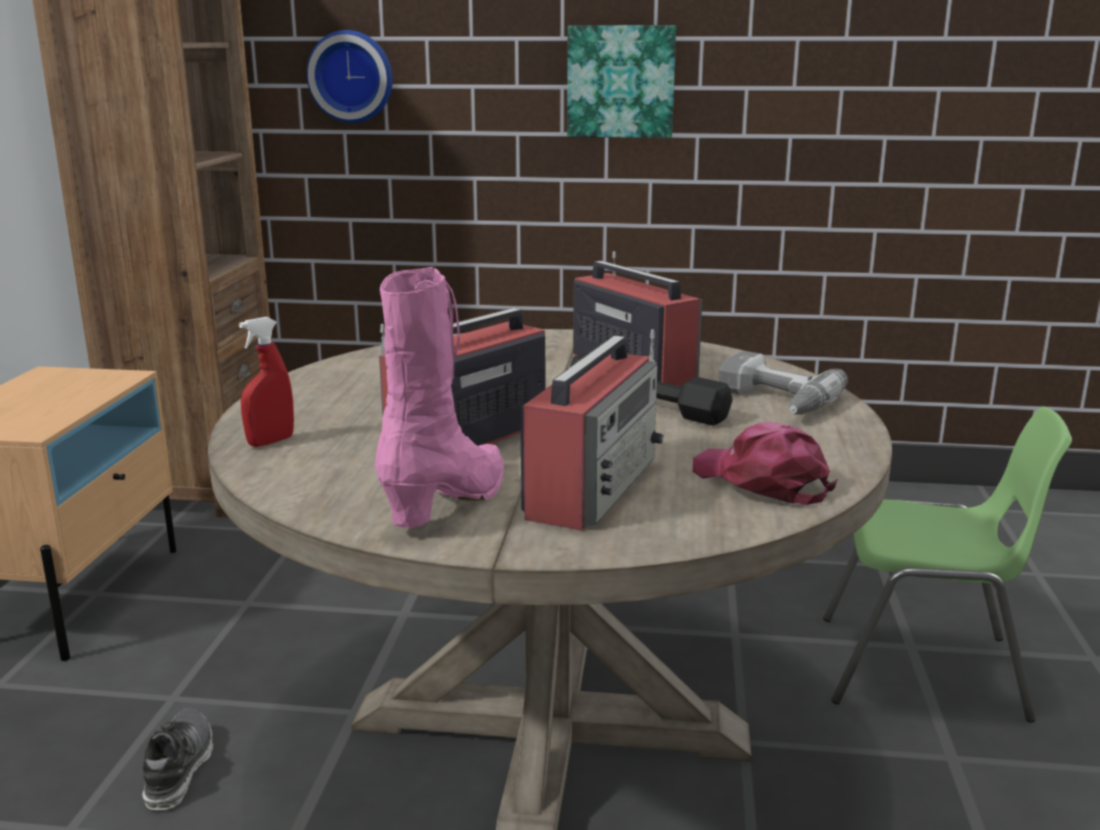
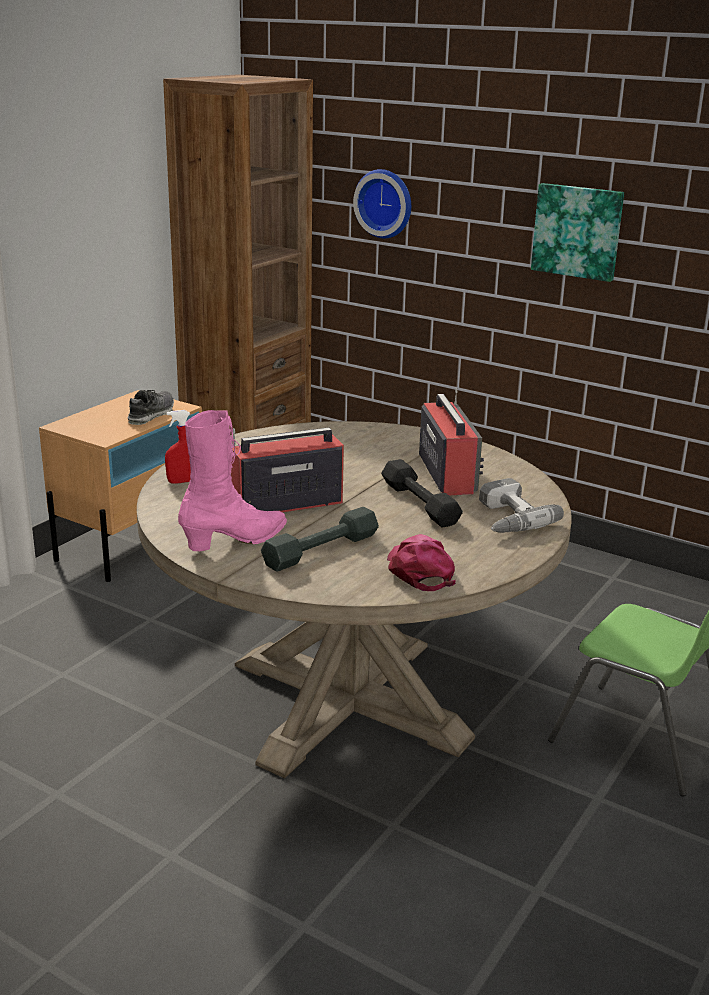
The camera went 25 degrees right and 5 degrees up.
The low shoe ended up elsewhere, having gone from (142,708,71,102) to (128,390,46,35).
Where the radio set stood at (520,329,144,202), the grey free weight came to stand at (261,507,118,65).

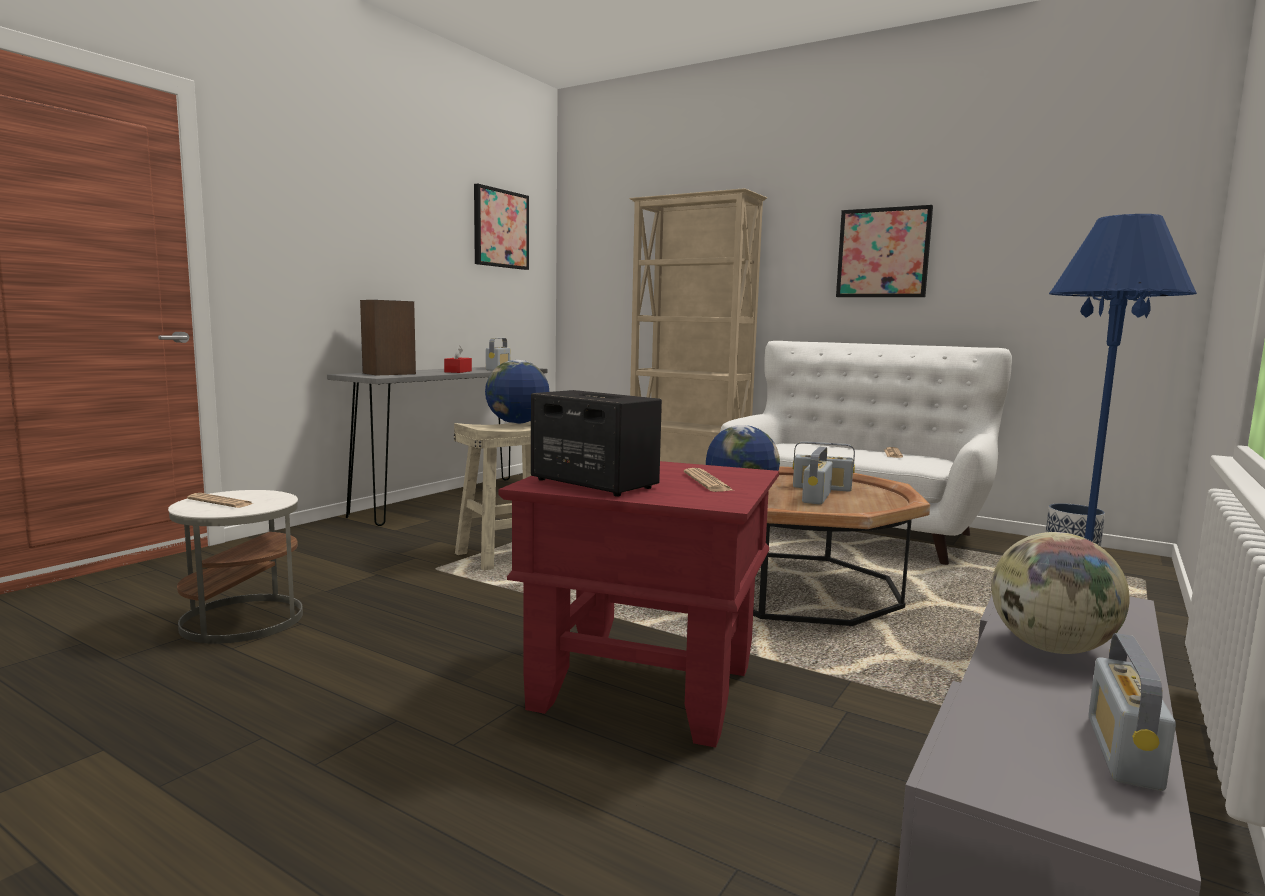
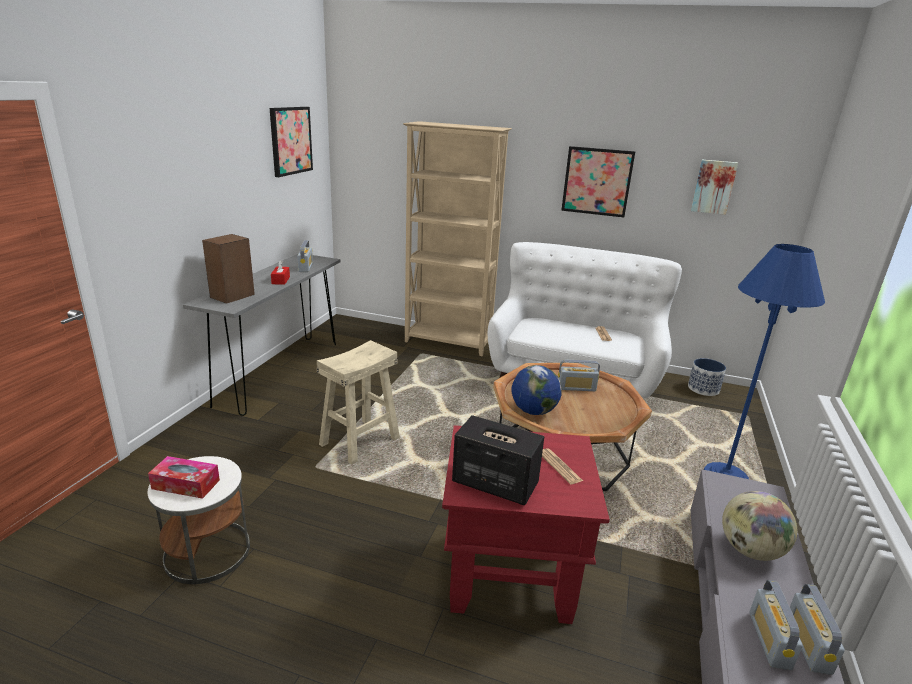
The camera went 15 degrees left and 15 degrees up.
Where the newspaper stood at (187,493,66,15), the box of tissues came to stand at (148,456,72,43).
The second view lost the world globe at (485,360,65,64).
The radio set ended up elsewhere, having gone from (802,447,31,58) to (749,580,54,90).
The second view gained the picture at (691,160,47,55).

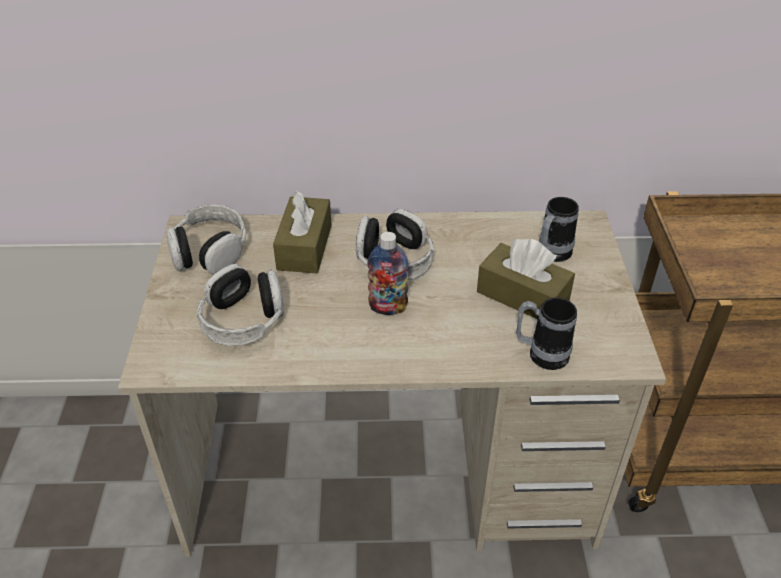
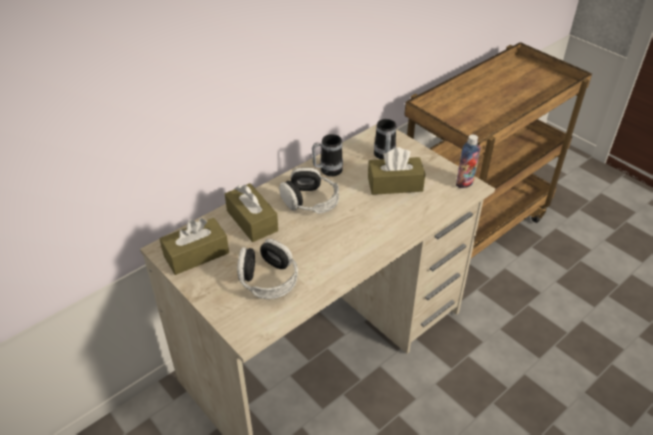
The camera went 40 degrees left and 0 degrees up.
Where the pair of headphones stood at (167,205,79,70), the brownish box of tissues came to stand at (160,218,69,57).
The beverage bottle ended up elsewhere, having gone from (367,232,42,83) to (456,134,25,54).
The tea mug ended up elsewhere, having gone from (516,297,61,73) to (312,134,31,42).

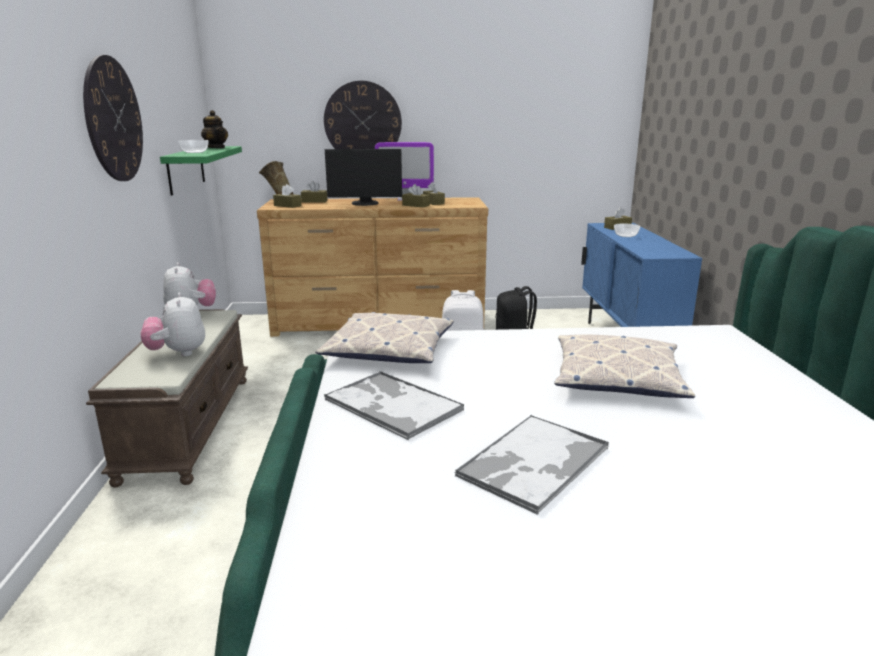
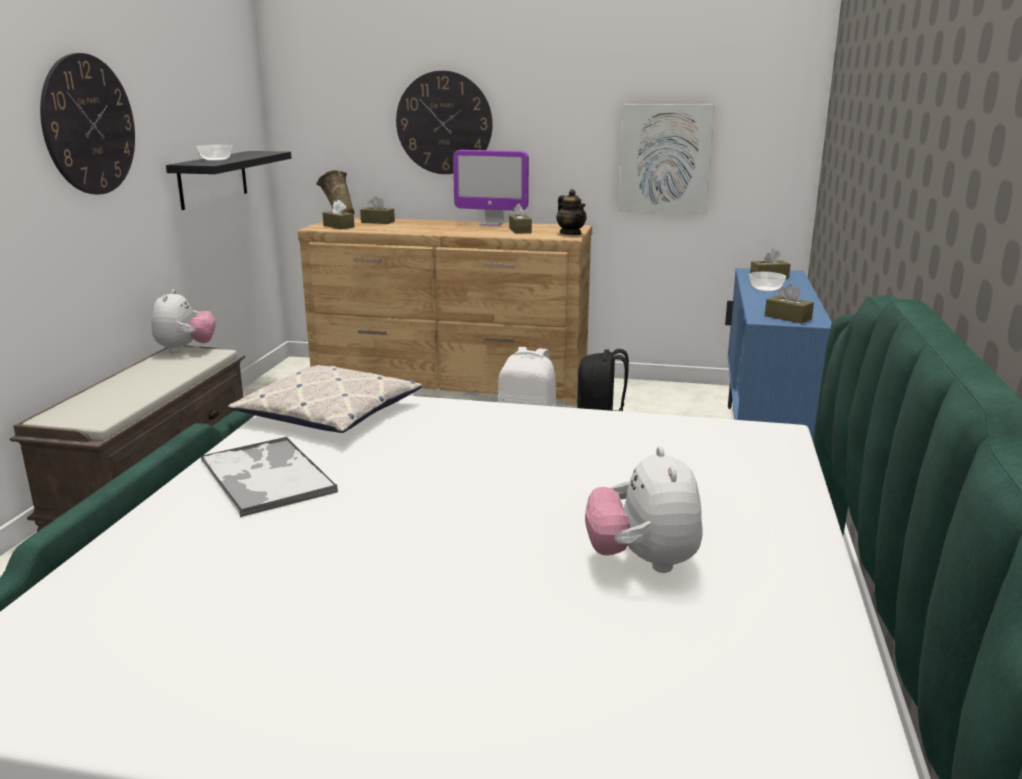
The camera went 15 degrees right and 0 degrees up.
The soft toy ended up elsewhere, having gone from (140,292,65,64) to (585,446,118,127).
What was the green-coloured bracket shelf at (160,146,82,49) turned into the black-coloured bracket shelf at (166,151,125,59).
The teapot ended up elsewhere, having gone from (201,110,27,38) to (556,189,31,46).
The second view lost the computer screen at (325,149,77,57).
The brownish box of tissues ended up elsewhere, having gone from (402,184,28,23) to (765,284,49,40).
The second view lost the serving tray at (454,415,155,100).
The second view lost the pillow at (554,335,141,63).
The second view gained the picture at (619,104,96,110).

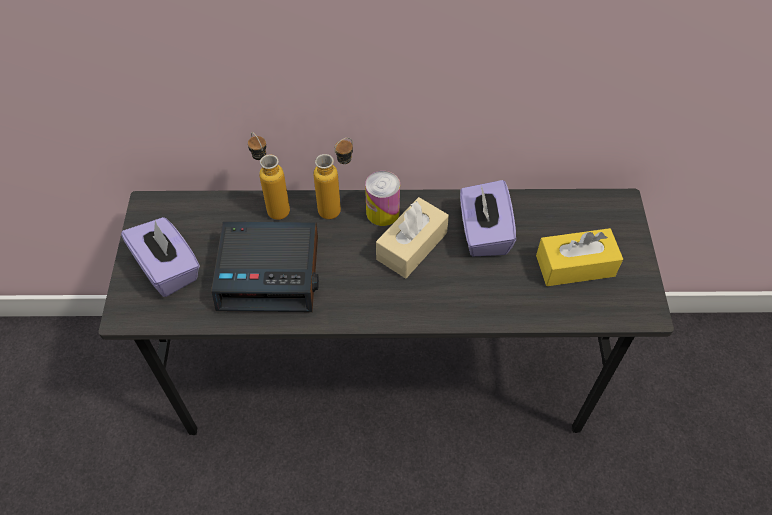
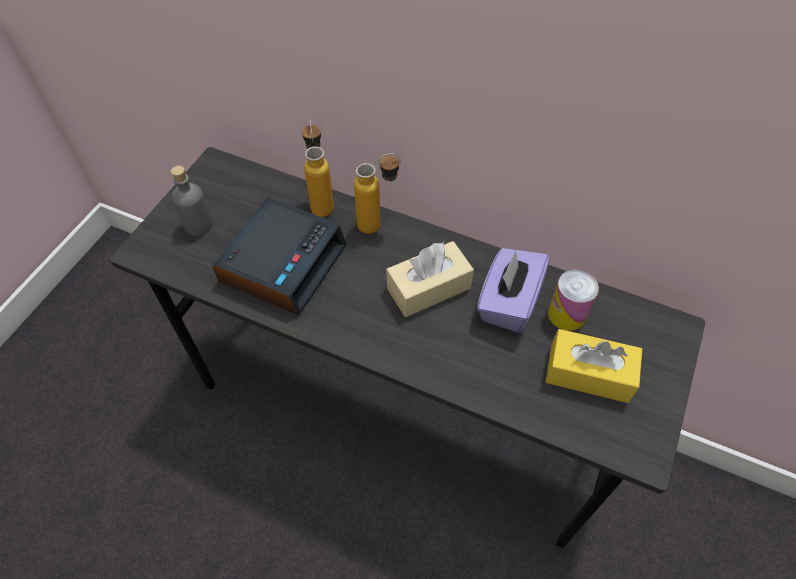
The camera went 25 degrees right and 0 degrees up.
Where the purple-coloured box of tissues stood at (121,217,79,80), the grey beverage bottle came to stand at (171,166,42,70).
The table clock at (211,222,108,90) ended up facing another way, 90 degrees counterclockwise from before.
The metal can ended up elsewhere, having gone from (365,171,35,55) to (548,269,51,62).

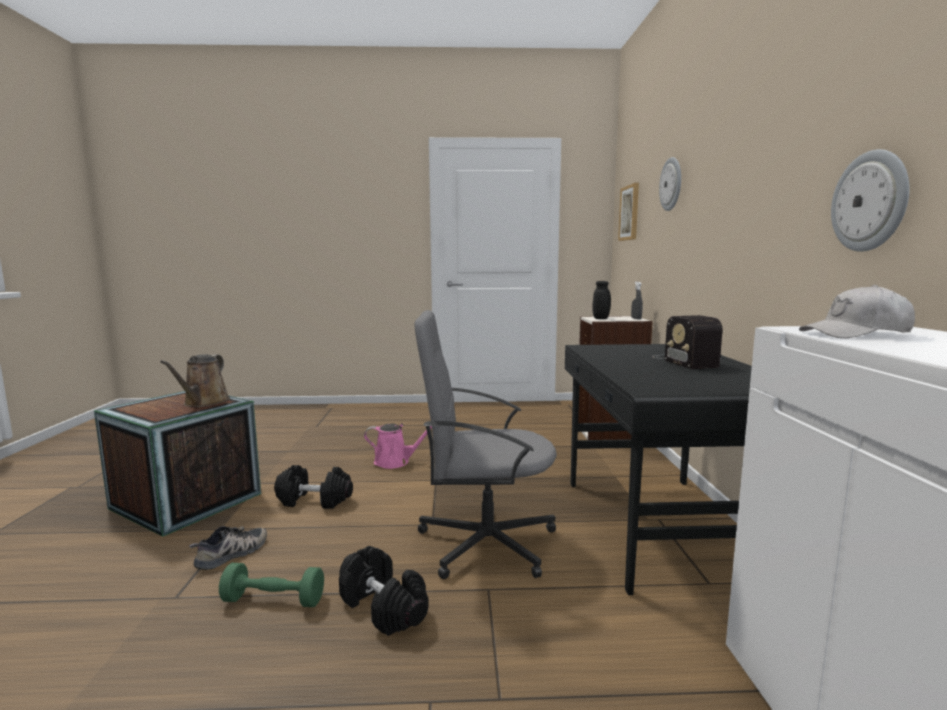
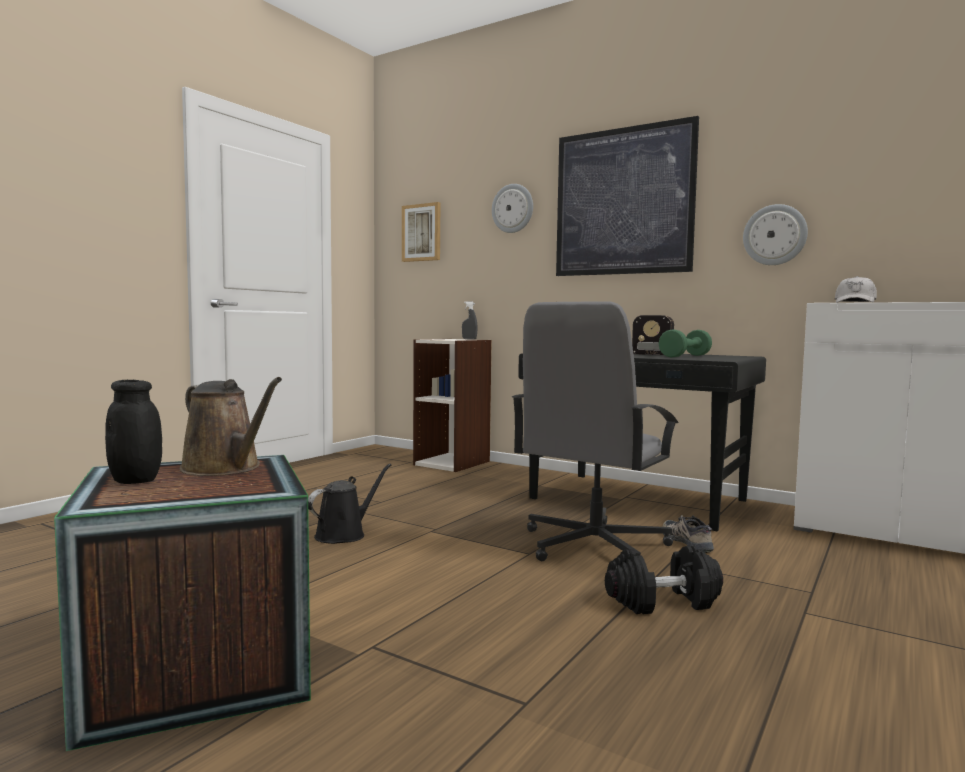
The camera went 55 degrees left and 5 degrees down.
The low shoe ended up elsewhere, having gone from (189,526,78,44) to (663,515,51,38).
The green-coloured free weight ended up elsewhere, having gone from (219,563,105,44) to (659,330,53,27).
The second view lost the black-coloured free weight at (274,465,79,44).
What was the pinkish sprinkling can at (364,423,68,46) turned into the black-coloured sprinkling can at (308,464,83,80).
The black-coloured storage jar ended up elsewhere, having gone from (593,281,18,38) to (105,380,57,104).
The second view gained the picture at (556,116,143,160).

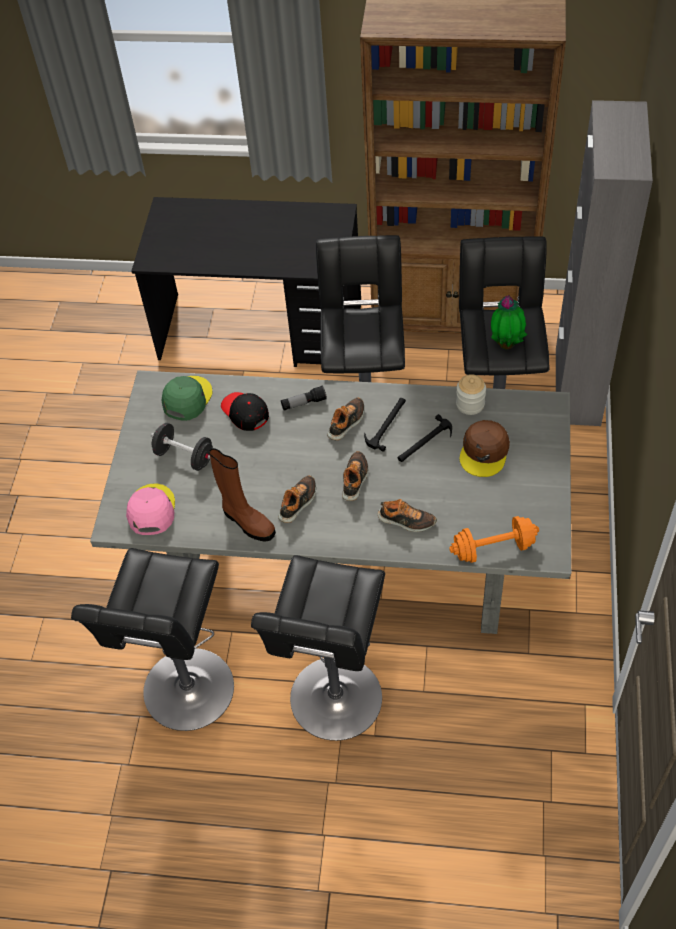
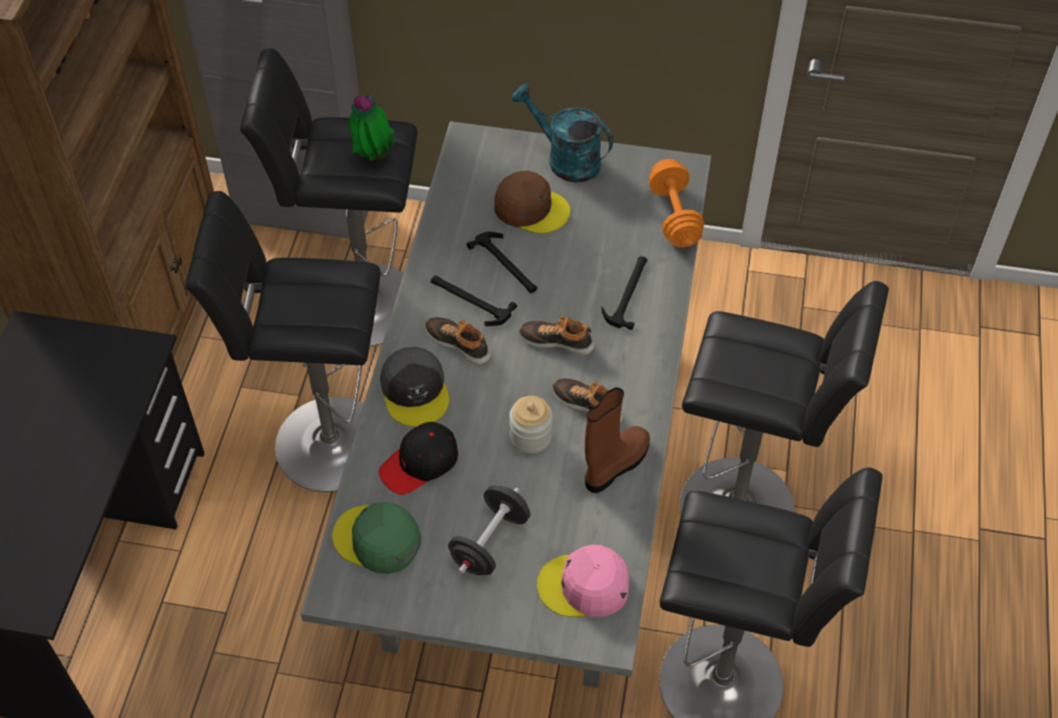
The camera went 90 degrees left and 0 degrees up.
Where the hand torch stood at (281,386,46,25), the grey cap came to stand at (380,347,69,80).
Where the low shoe stood at (378,499,59,33), the hand hammer came to stand at (601,256,46,74).
The storage jar ended up elsewhere, having gone from (456,374,30,41) to (509,396,43,58).
The second view gained the turquoise sprinkling can at (511,84,102,99).

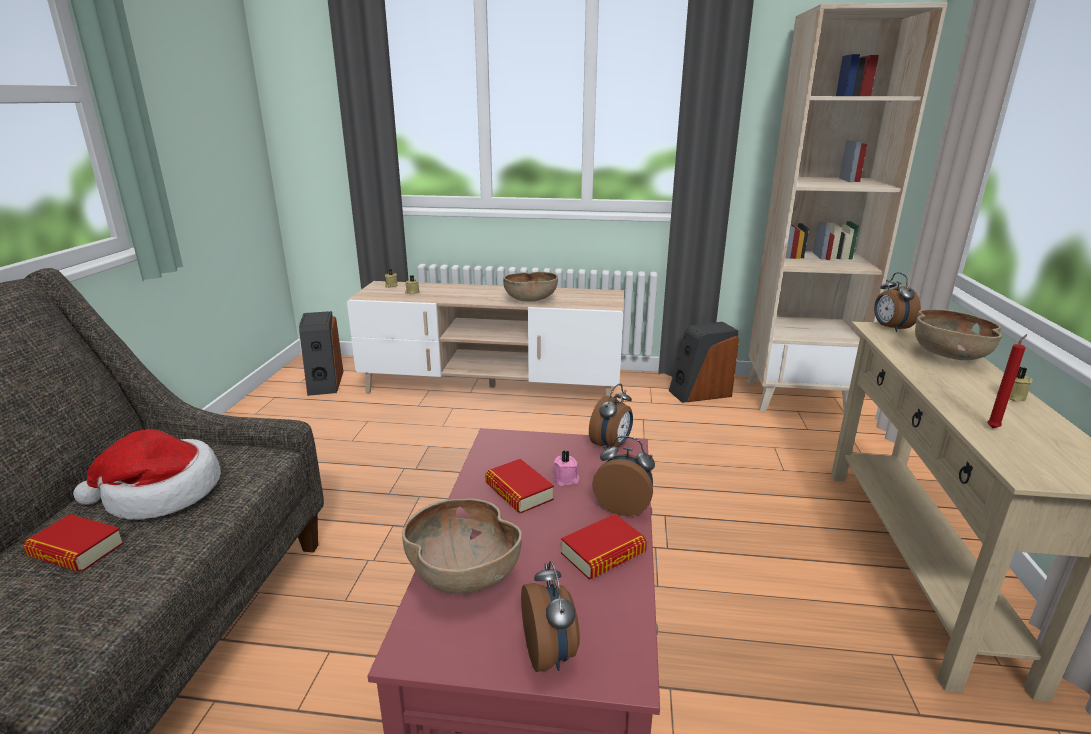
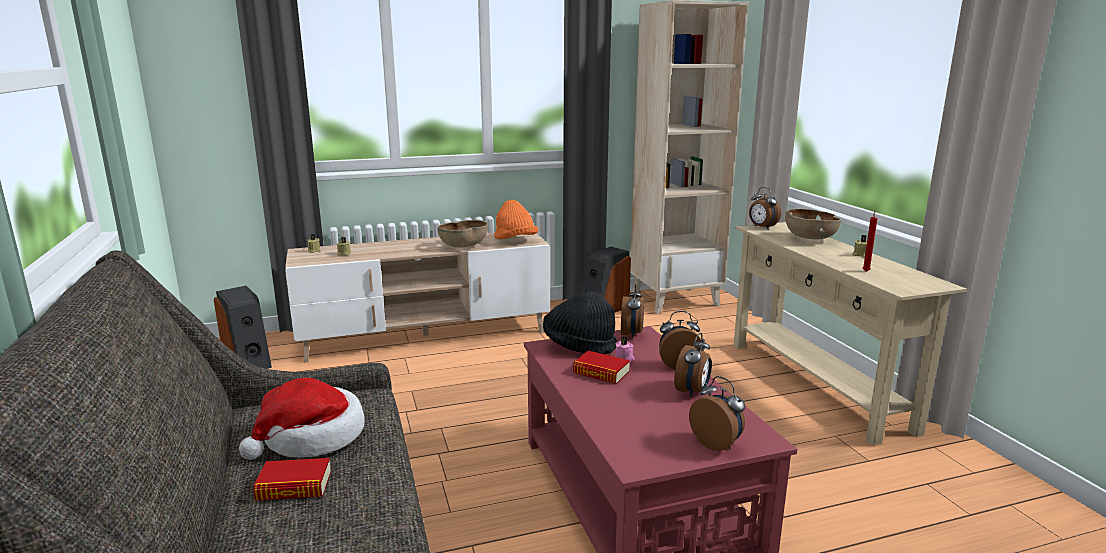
The camera went 25 degrees left and 5 degrees down.
The second view lost the brownish deep dish at (402,498,120,95).
Where the volume stood at (561,514,86,66), the table clock came to stand at (674,333,38,64).
The second view gained the orange wearable hat at (494,200,44,39).
The second view gained the black-coloured wearable hat at (543,291,74,63).

